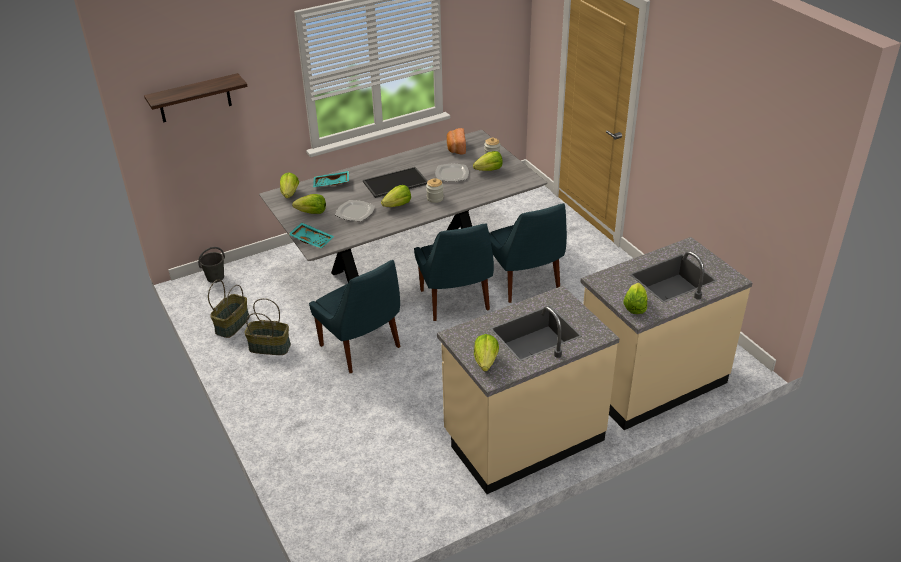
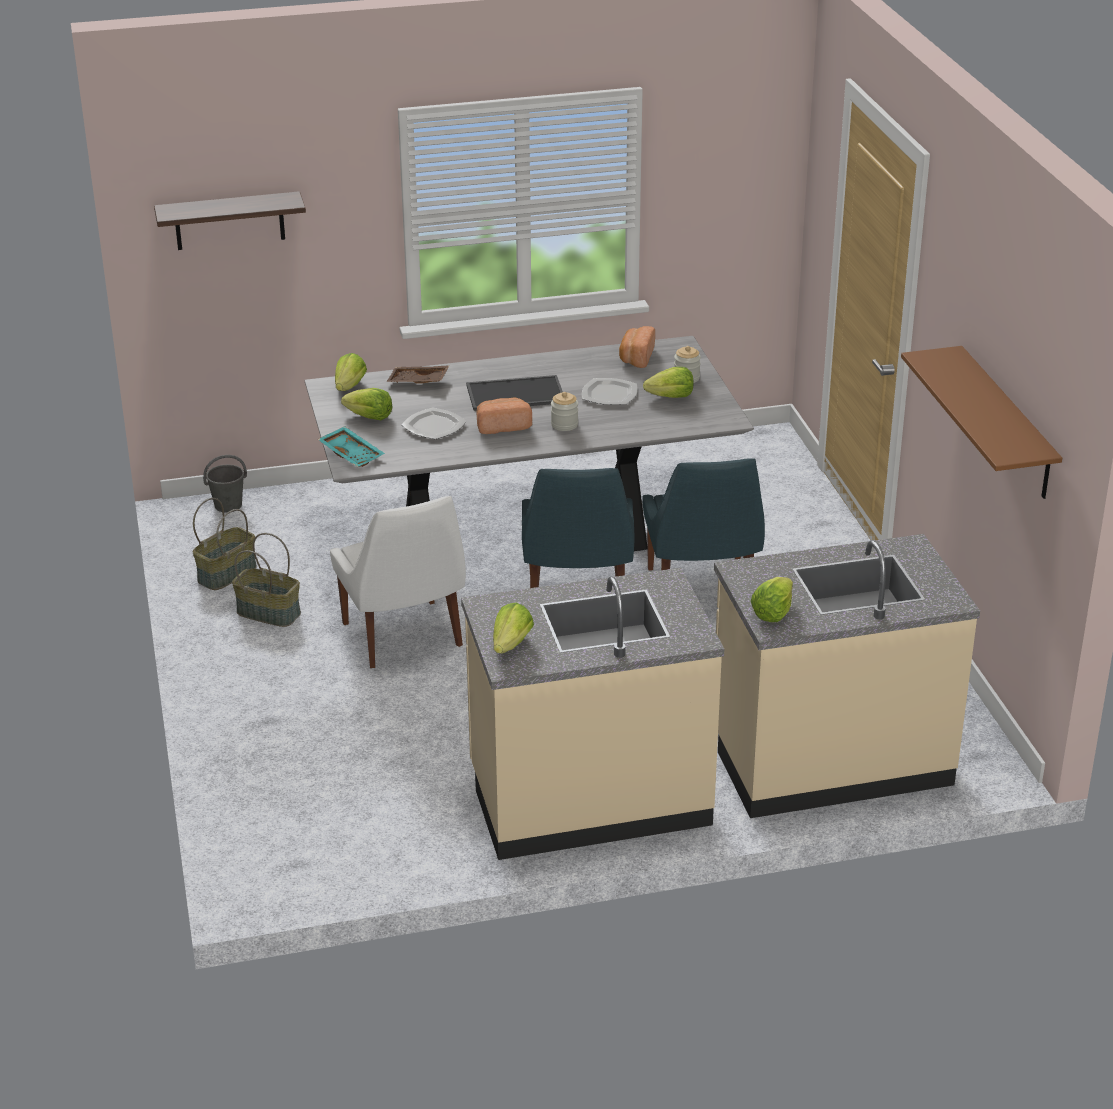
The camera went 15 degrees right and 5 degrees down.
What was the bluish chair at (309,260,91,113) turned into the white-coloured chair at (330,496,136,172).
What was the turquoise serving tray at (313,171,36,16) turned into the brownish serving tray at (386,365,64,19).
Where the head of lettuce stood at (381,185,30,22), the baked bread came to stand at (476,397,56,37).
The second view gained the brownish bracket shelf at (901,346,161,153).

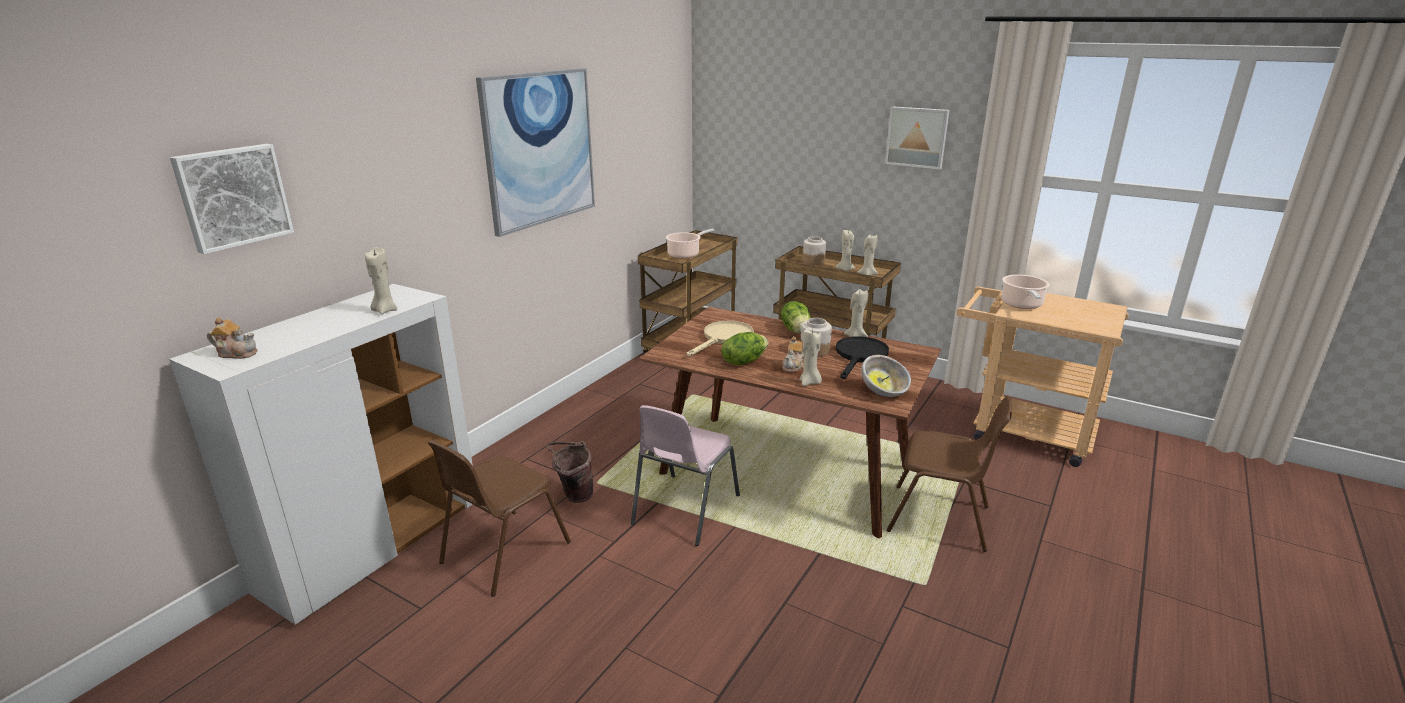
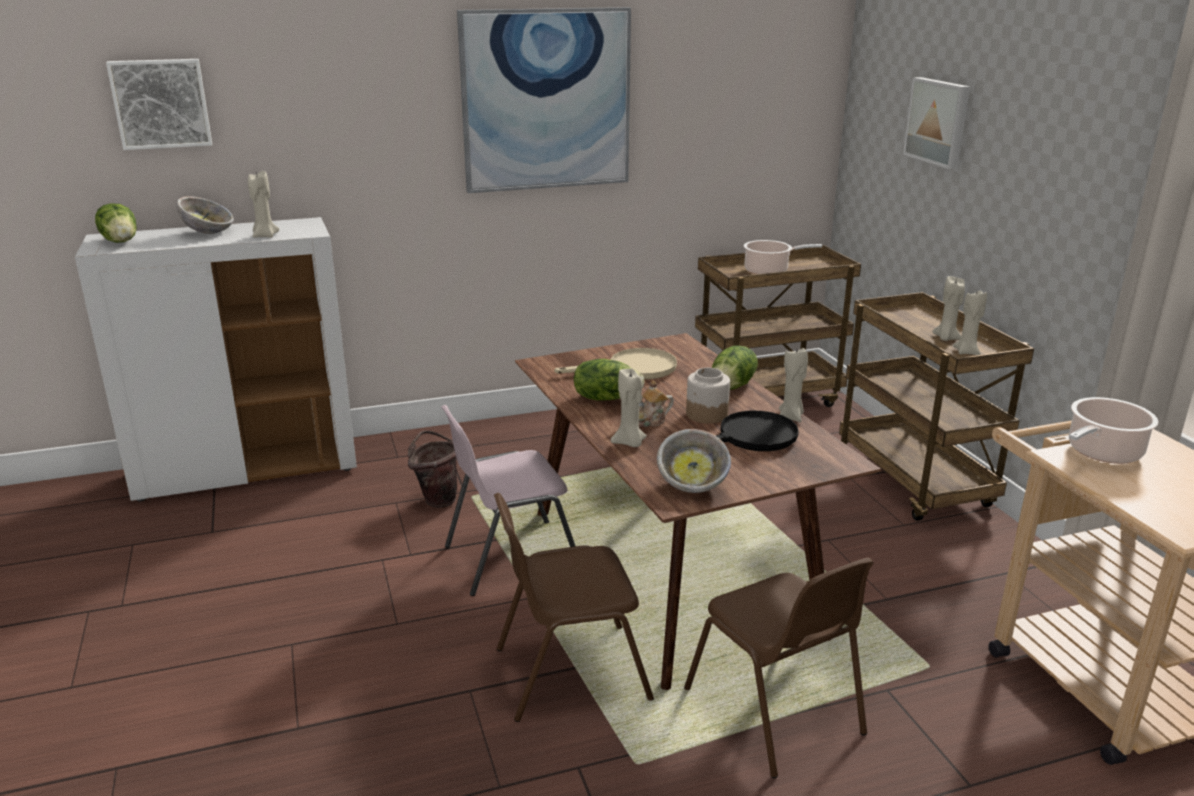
The camera went 40 degrees right and 0 degrees up.
Where the teapot stood at (207,317,51,42), the head of lettuce came to stand at (95,203,42,40).
The brownish chair ended up elsewhere, having gone from (428,440,143,157) to (494,493,160,229).
The second view lost the storage jar at (803,236,23,29).
The picture ended up elsewhere, having gone from (885,106,64,63) to (903,77,67,92).
The second view gained the deep dish at (176,196,58,38).

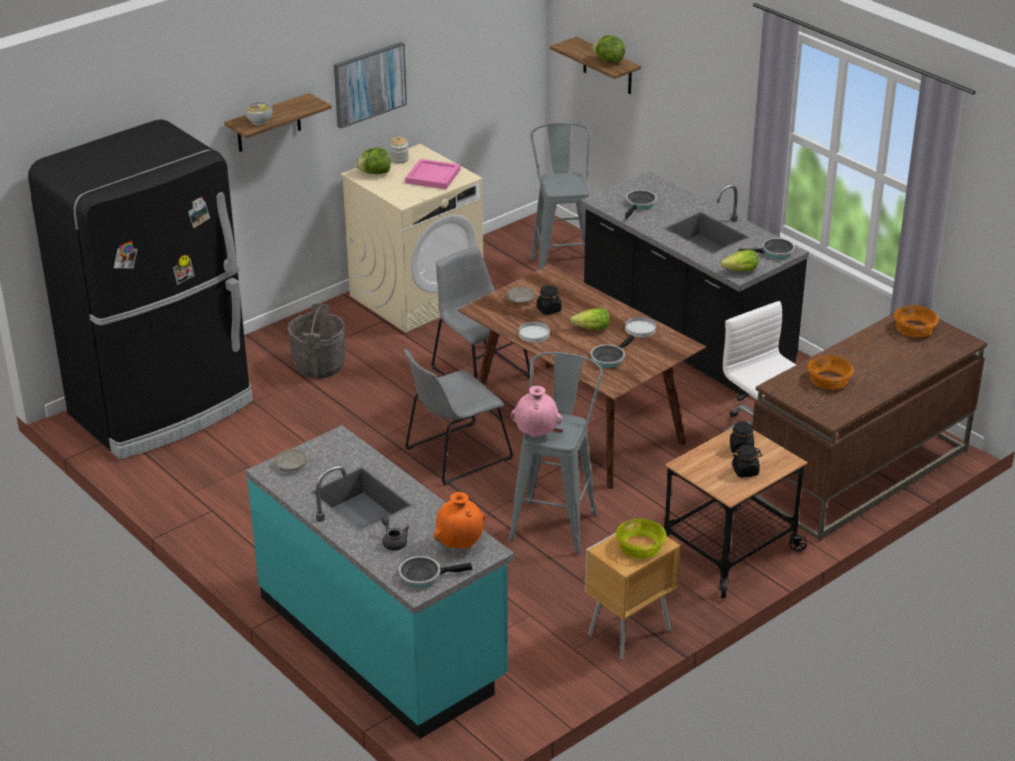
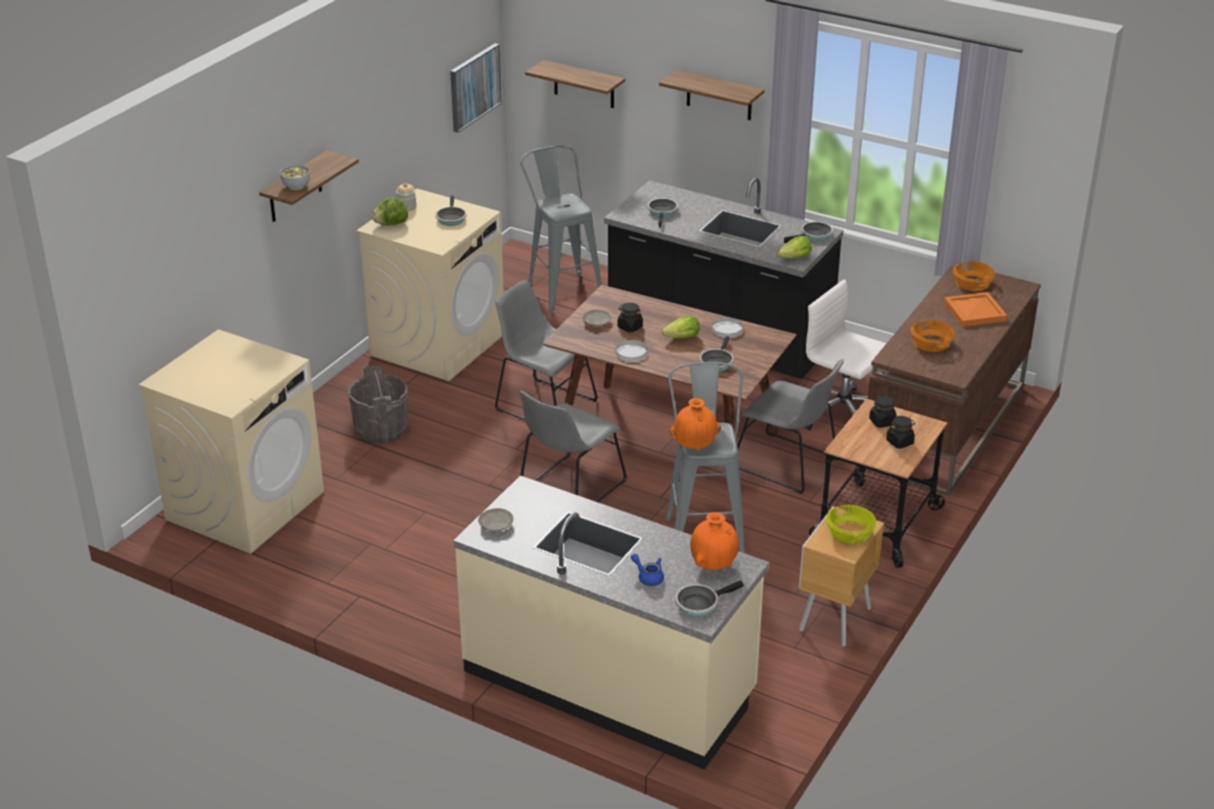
The camera went 20 degrees left and 0 degrees up.
Where the black-coloured fridge stood at (28,119,225,340), the beige laundry machine came to stand at (138,329,186,225).
What was the turquoise kitchen counter at (246,425,268,314) turned into the beige kitchen counter at (453,476,317,293).
The picture ended up elsewhere, having gone from (334,42,73,87) to (450,43,51,90).
What was the grey teapot at (381,516,28,34) turned into the bluish teapot at (631,554,33,32).
Where the pinkish serving tray stood at (405,159,55,30), the skillet came to stand at (435,196,32,30).
What was the pinkish flower vase at (511,386,51,52) turned into the orange flower vase at (669,398,52,52).
The second view lost the head of lettuce at (592,35,33,28).
The second view gained the bracket shelf at (659,70,106,50).
The second view gained the grey chair at (737,359,107,135).
The second view gained the orange serving tray at (944,292,63,35).

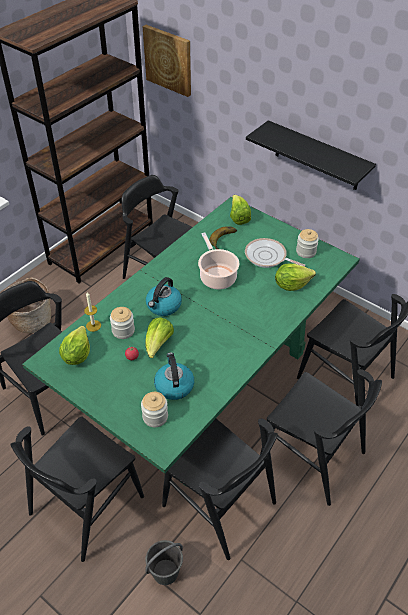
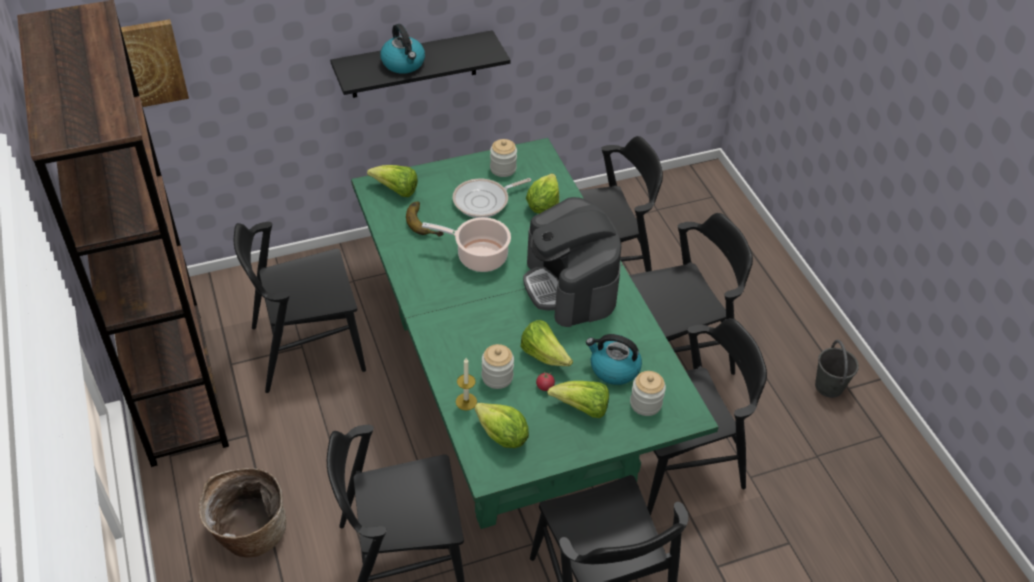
The camera went 60 degrees left and 0 degrees up.
The grey bucket ended up elsewhere, having gone from (145,540,38,45) to (815,340,44,58).
The tea kettle ended up elsewhere, having gone from (146,277,36,39) to (380,24,45,50).
The second view gained the coffee brewer at (523,197,99,130).
The second view gained the head of lettuce at (547,381,62,37).

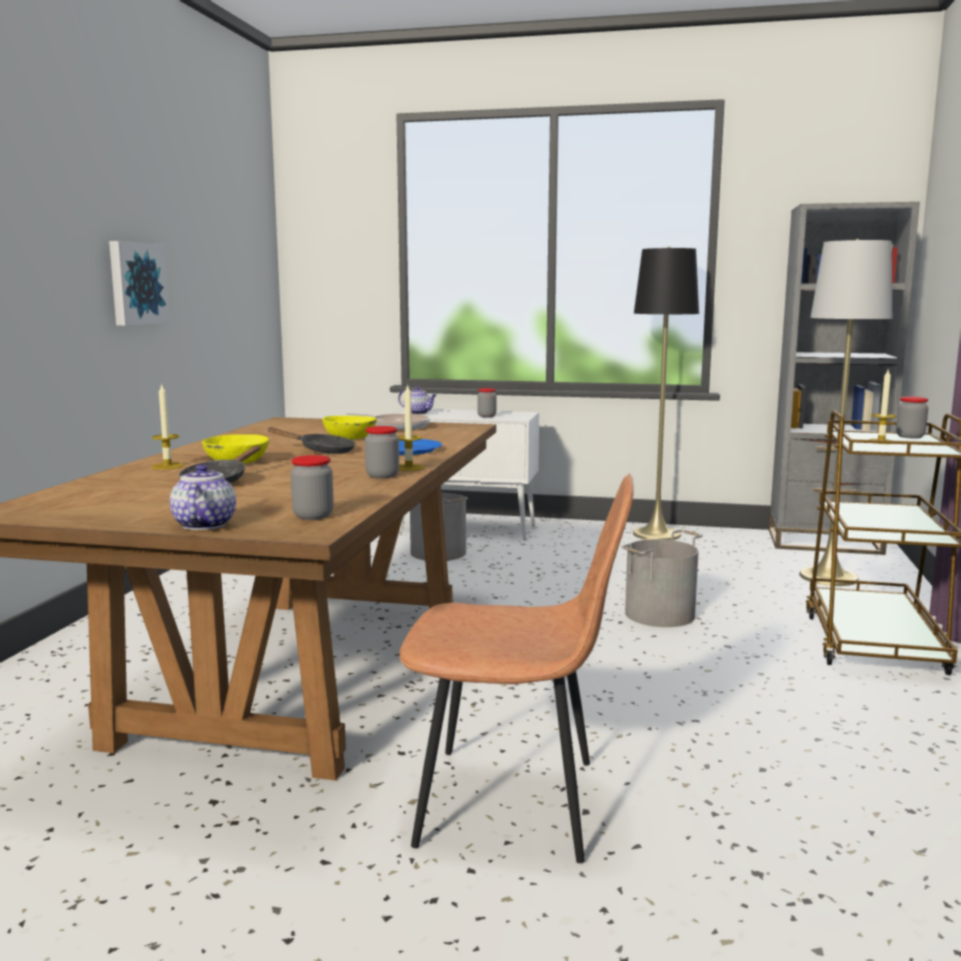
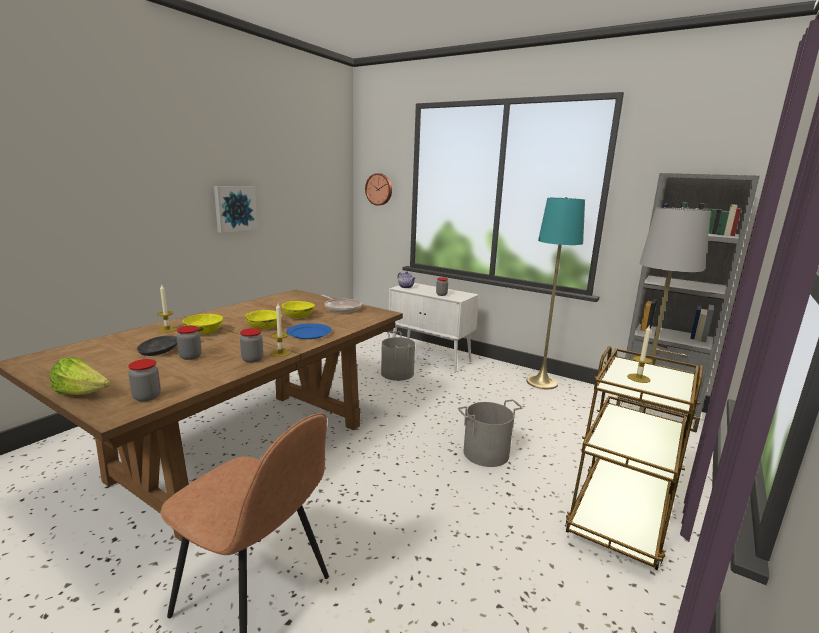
The camera went 20 degrees right and 5 degrees up.
Where the teapot stood at (170,464,66,66), the head of lettuce came to stand at (50,357,61,38).
Where the black-coloured skillet stood at (267,427,89,27), the yellow-coloured deep dish came to stand at (245,310,37,19).
What was the black-coloured floor lamp at (633,247,66,293) turned into the turquoise floor lamp at (526,197,59,192).
The storage jar ended up elsewhere, having gone from (896,397,32,42) to (177,326,25,34).
The second view gained the clock on the wall at (365,173,27,32).

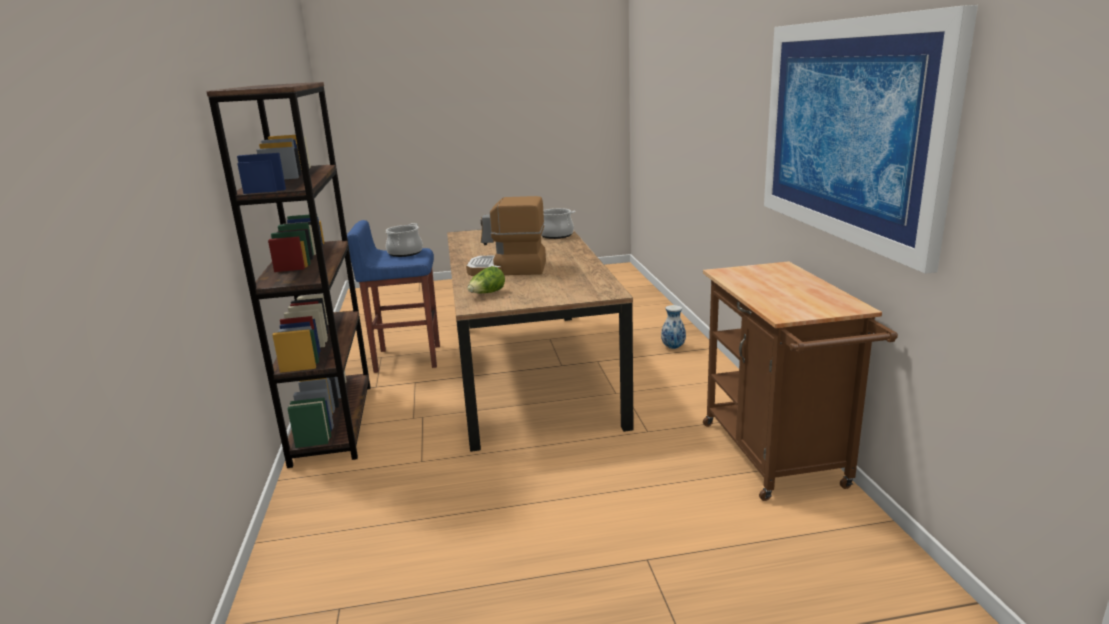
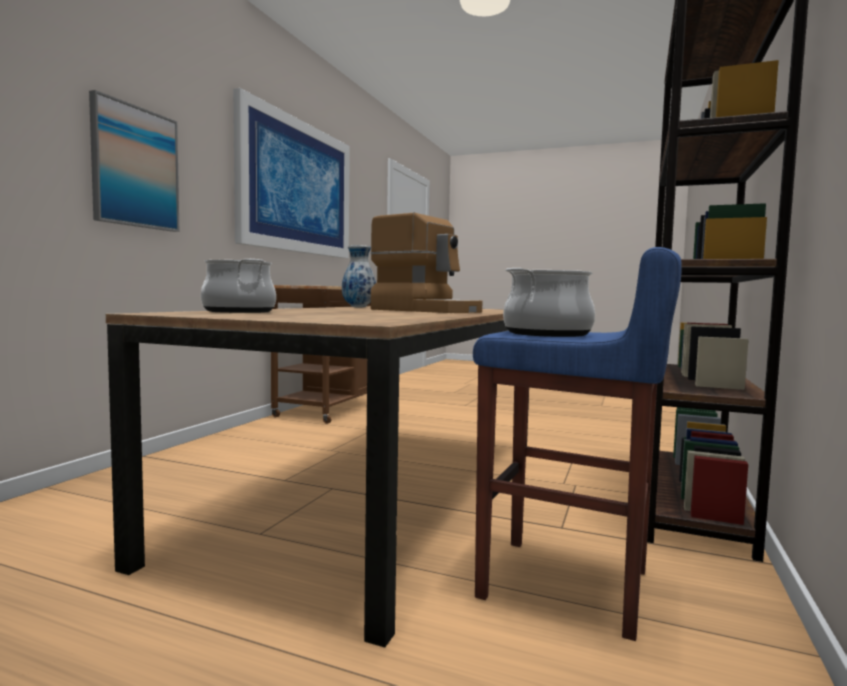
The camera went 150 degrees left and 15 degrees down.
The second view lost the head of lettuce at (467,266,38,27).
The flower vase ended up elsewhere, having gone from (661,305,25,44) to (342,245,34,63).
The second view gained the picture at (89,90,90,142).

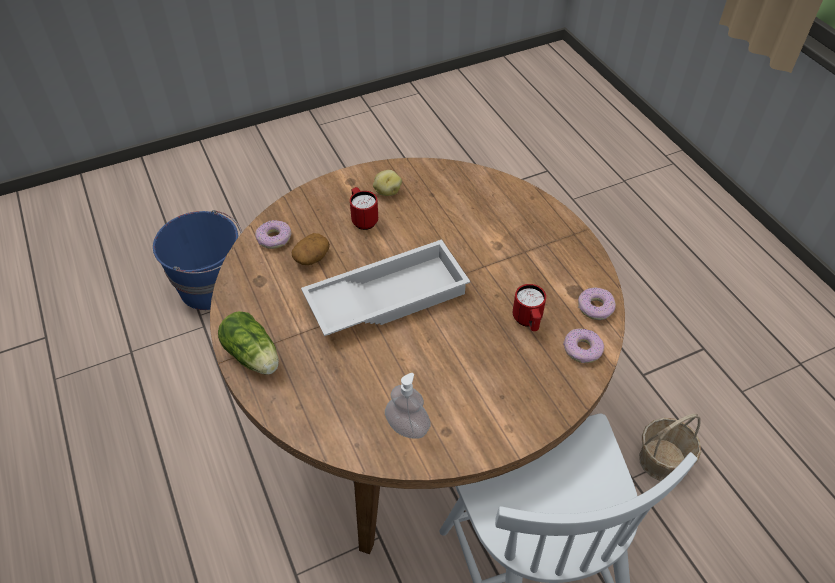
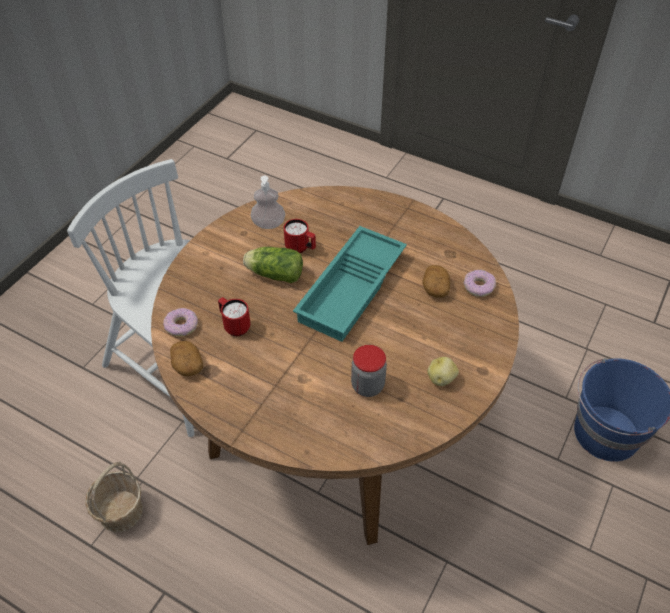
The camera went 145 degrees right and 0 degrees up.
The head of lettuce ended up elsewhere, having gone from (218,311,61,64) to (243,247,60,36).
What was the white-coloured serving tray at (301,239,169,97) turned into the turquoise serving tray at (293,226,114,116).
The red-coloured tea mug ended up elsewhere, having gone from (350,187,28,43) to (284,219,32,34).
Where the donut stood at (578,288,38,32), the potato came to stand at (170,341,33,35).
The second view gained the storage jar at (351,345,36,52).

